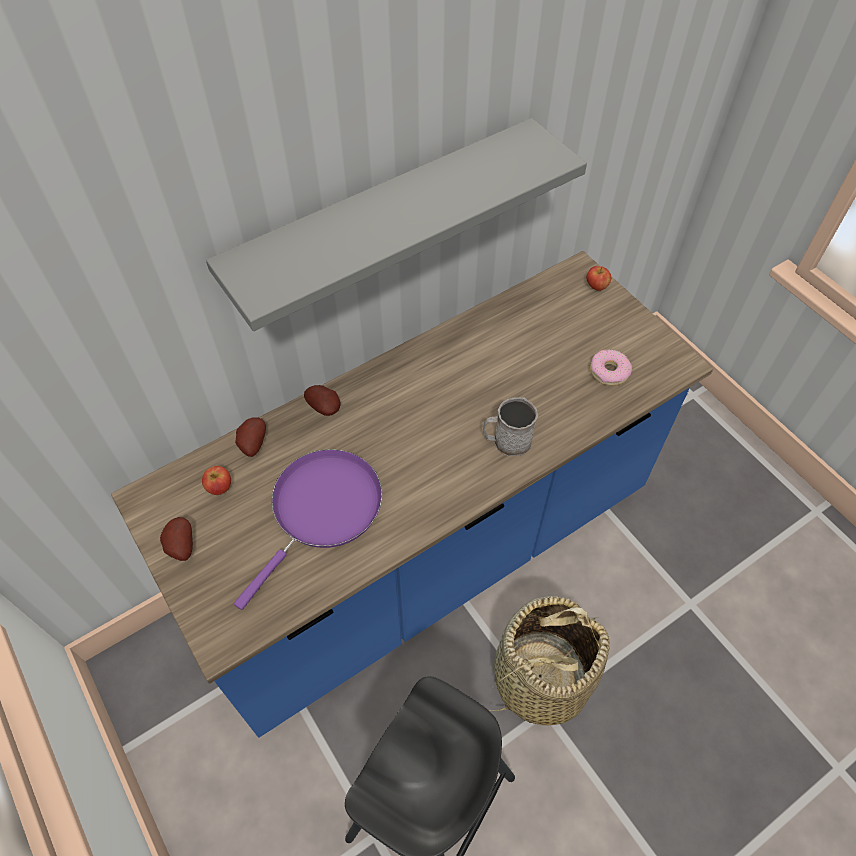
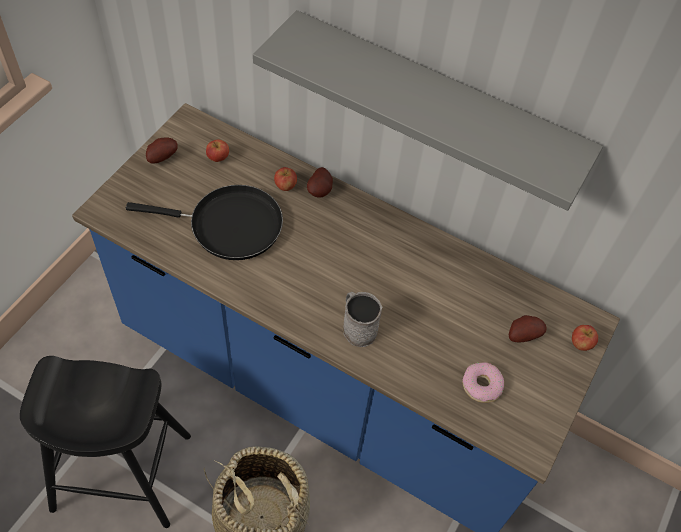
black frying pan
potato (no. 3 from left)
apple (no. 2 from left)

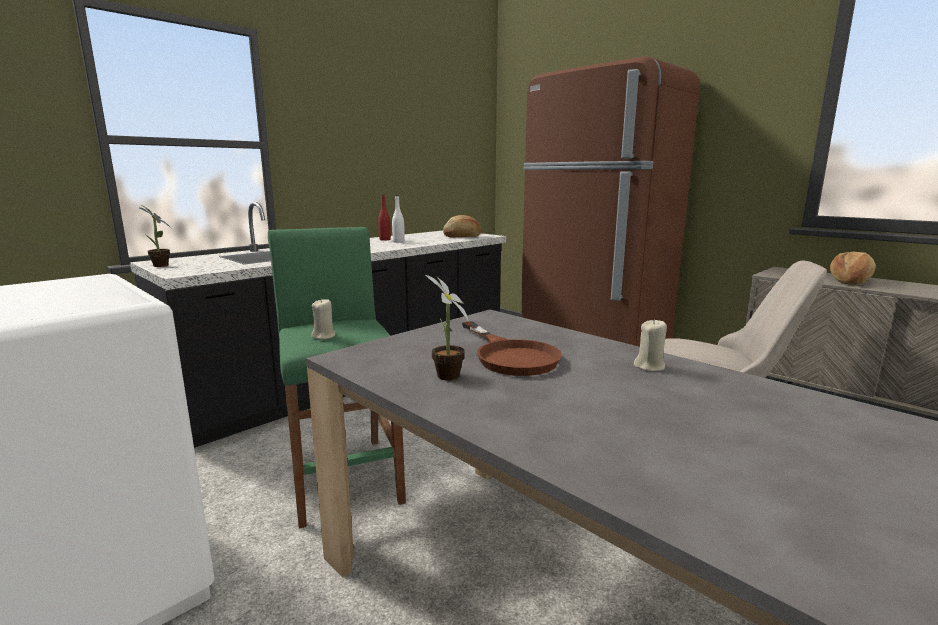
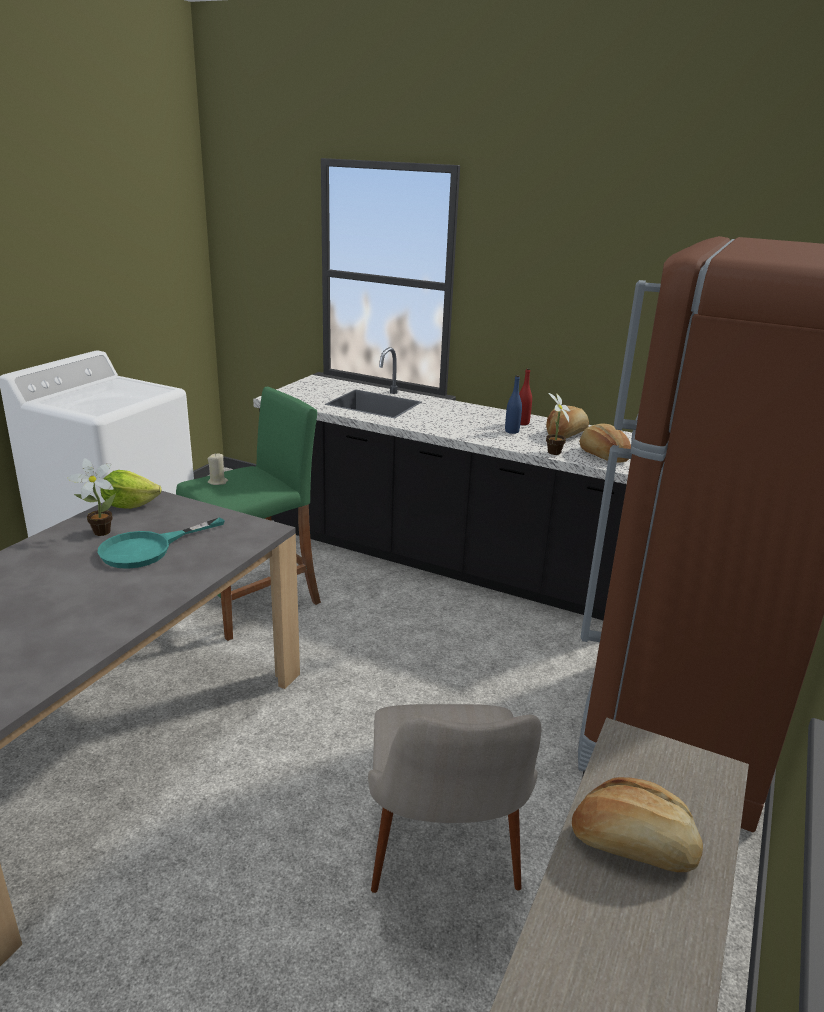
potted plant (no. 2 from left)
blue bottle
turquoise frying pan
beige candle (no. 2 from left in the first image)
lettuce
bread (no. 1 from left)

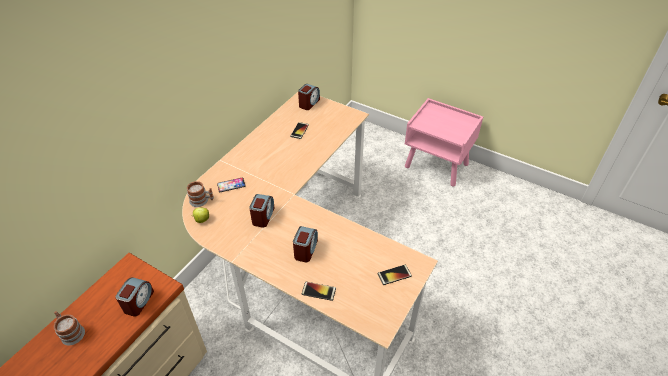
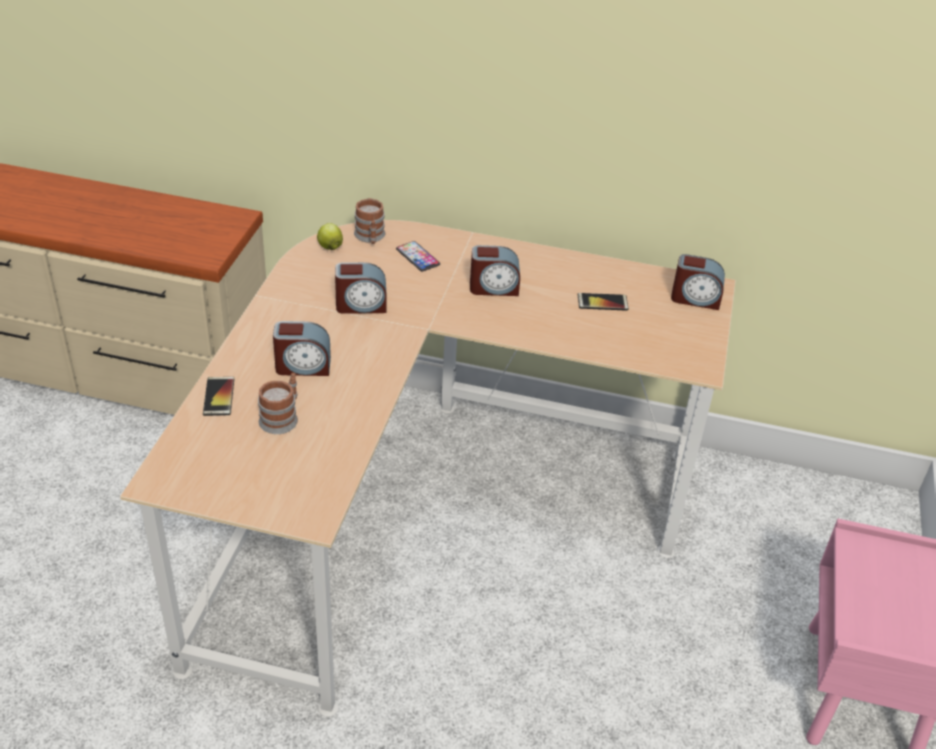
mug (no. 1 from left)
alarm clock (no. 3 from left)
phone (no. 4 from left in the first image)

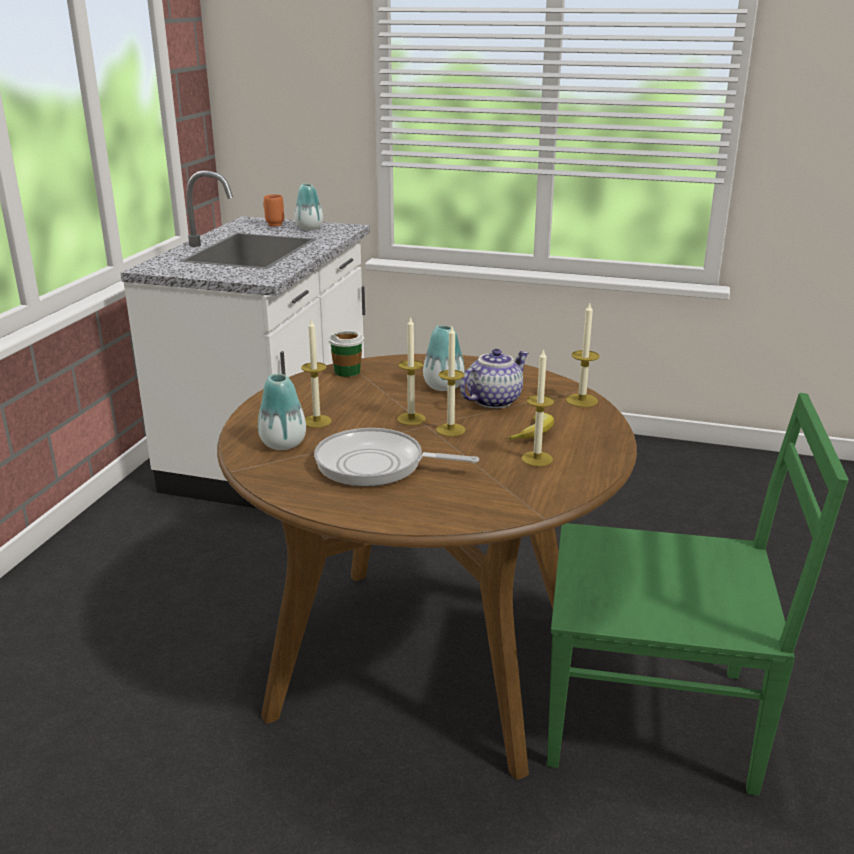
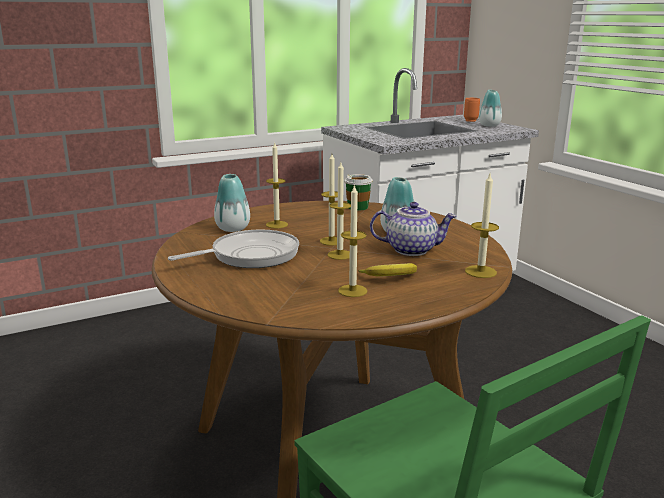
frying pan

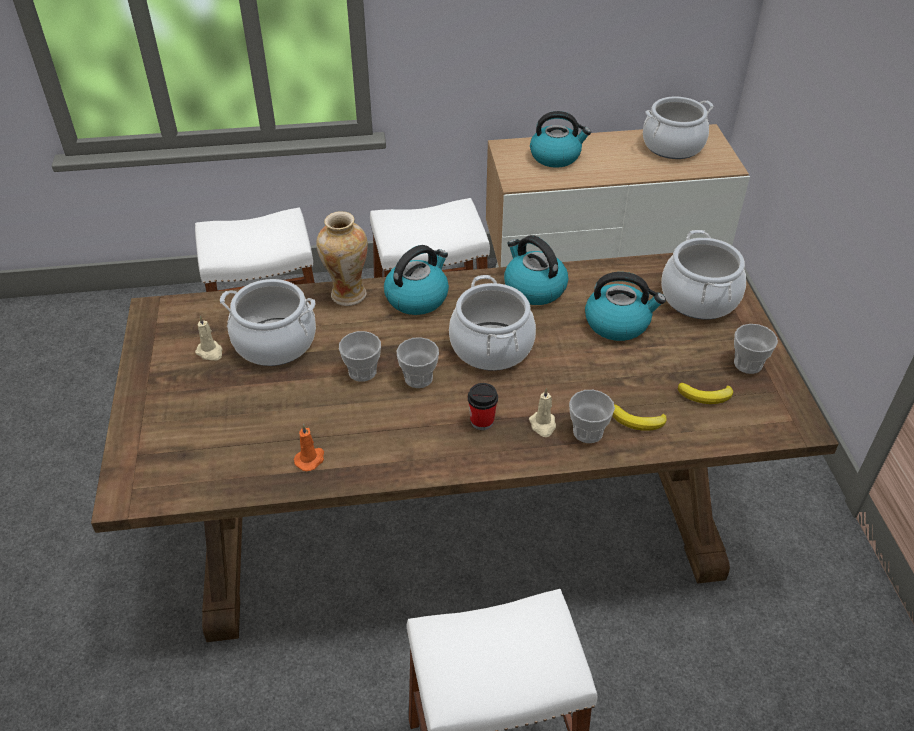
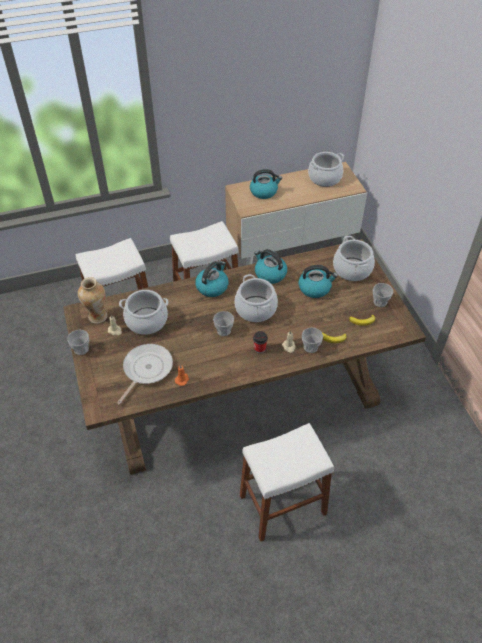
vase
cup (no. 1 from left)
frying pan

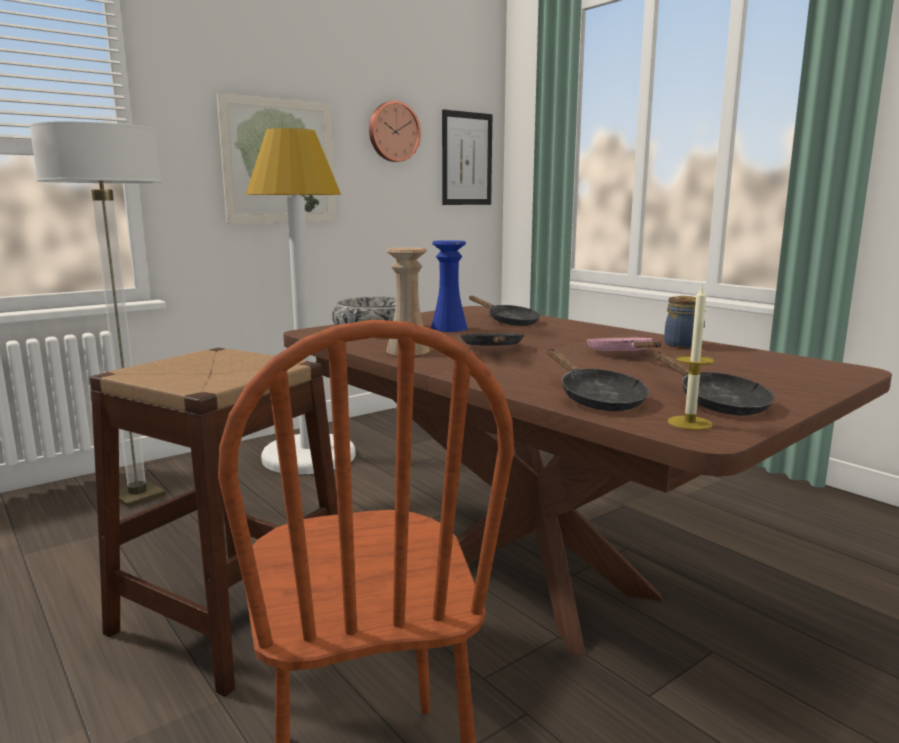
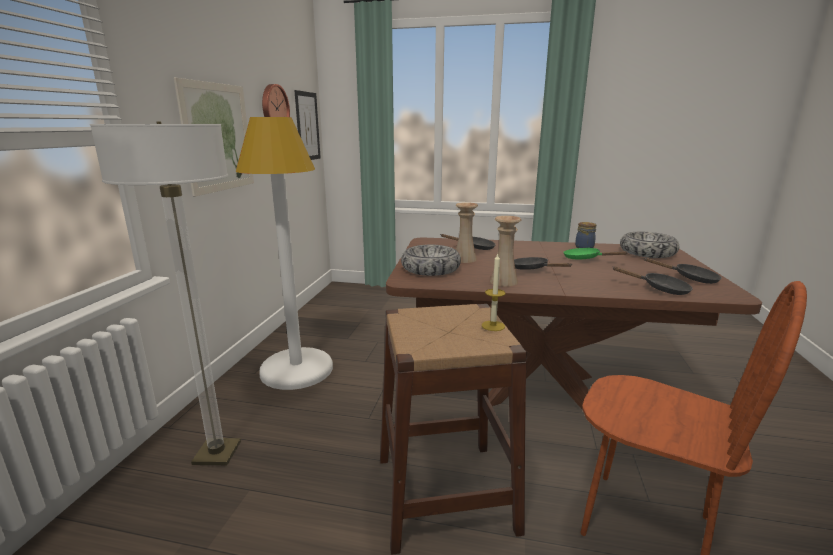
beige vase (no. 1 from left)
green frying pan
candle
bowl (no. 2 from left)

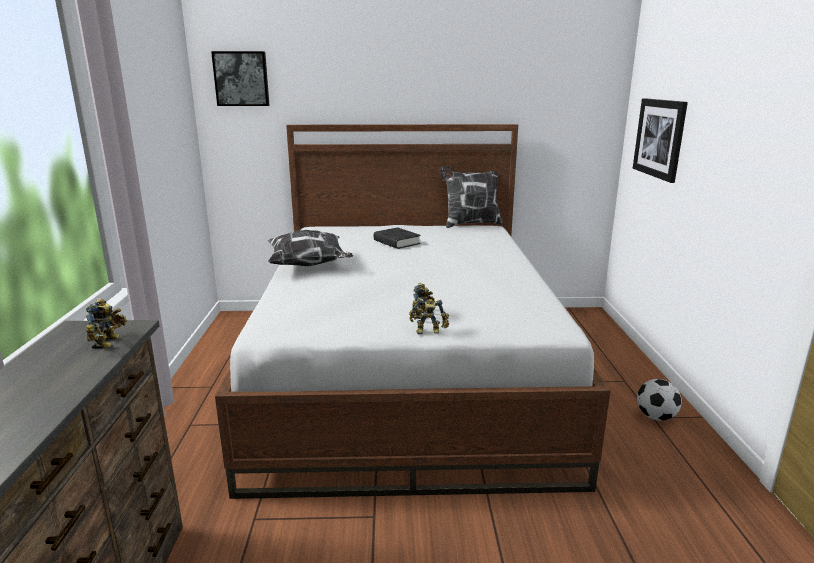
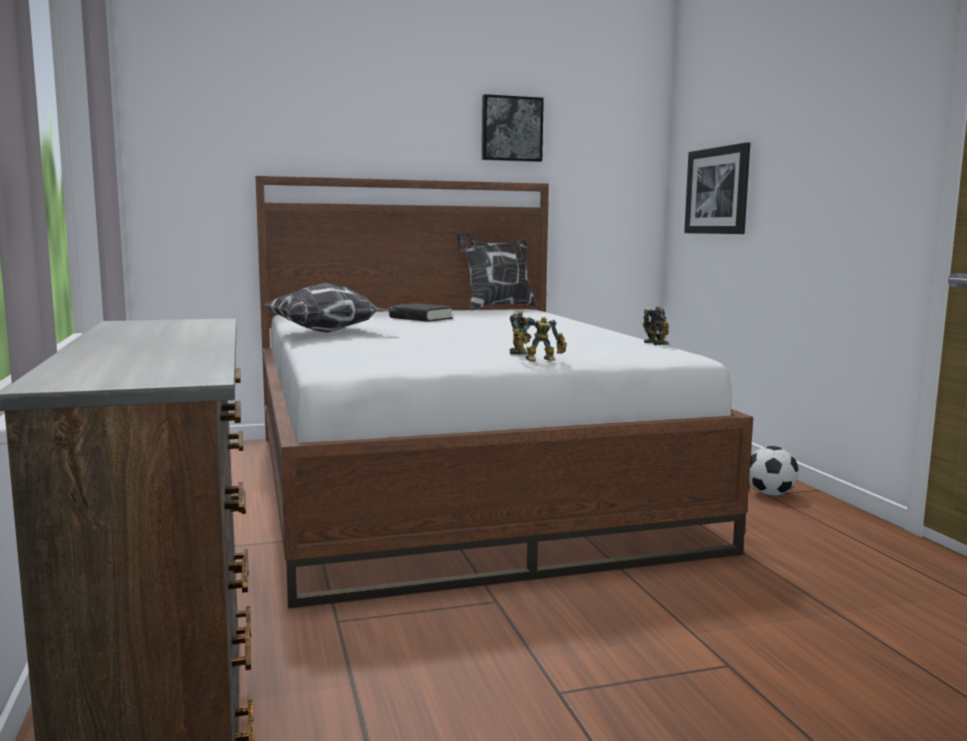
toy robot (no. 3 from left)
picture (no. 1 from left)

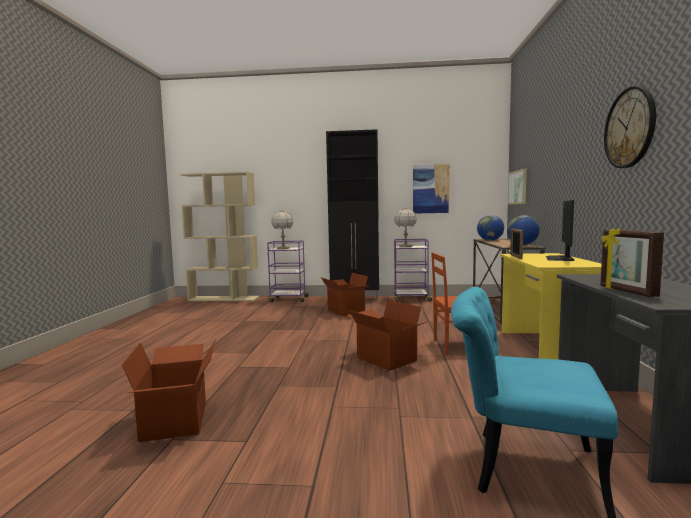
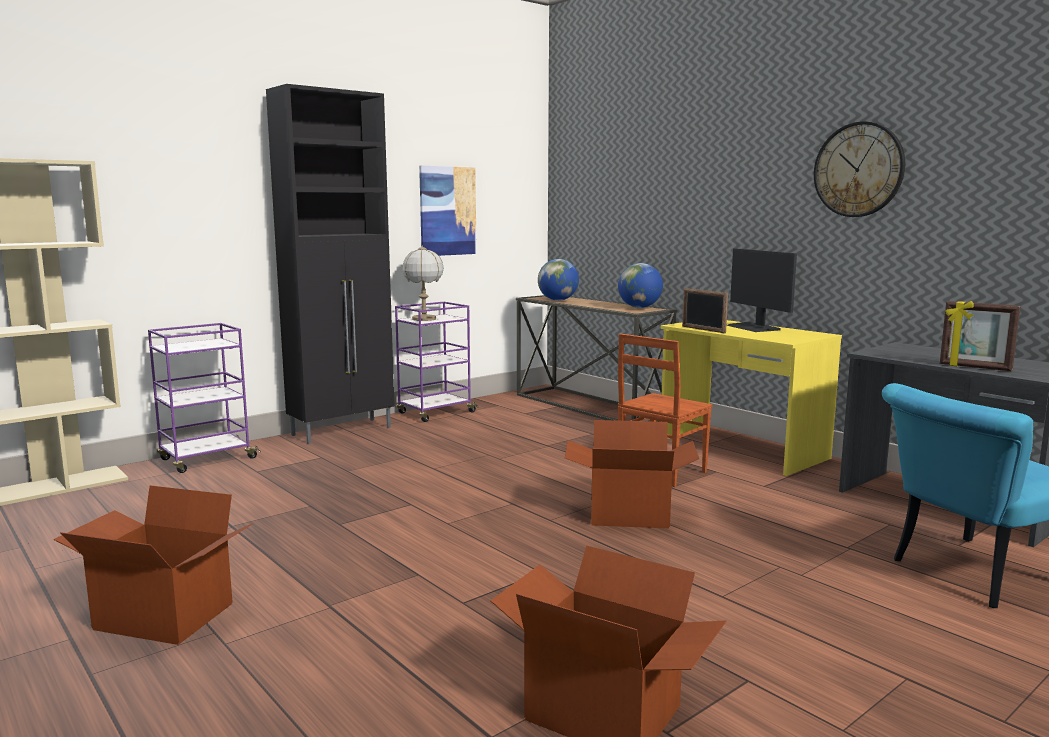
table lamp (no. 1 from left in the first image)
cardboard box (no. 1 from left)
picture (no. 2 from left in the first image)

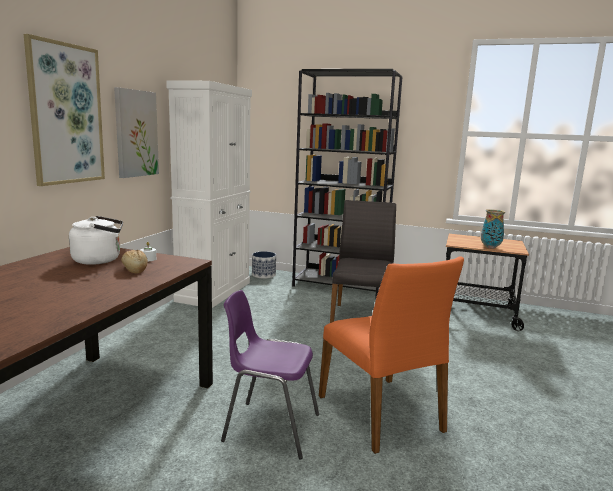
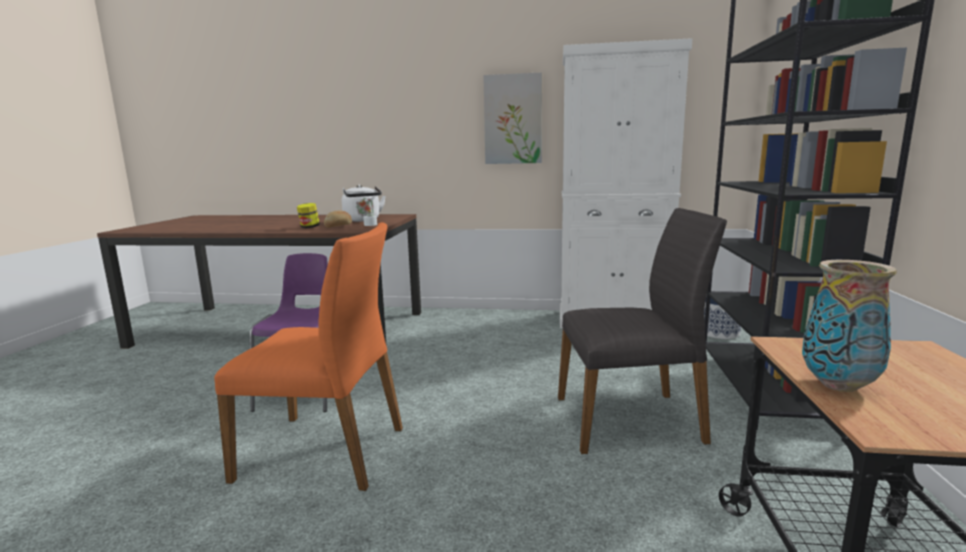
picture (no. 1 from left in the first image)
orange chair
jar

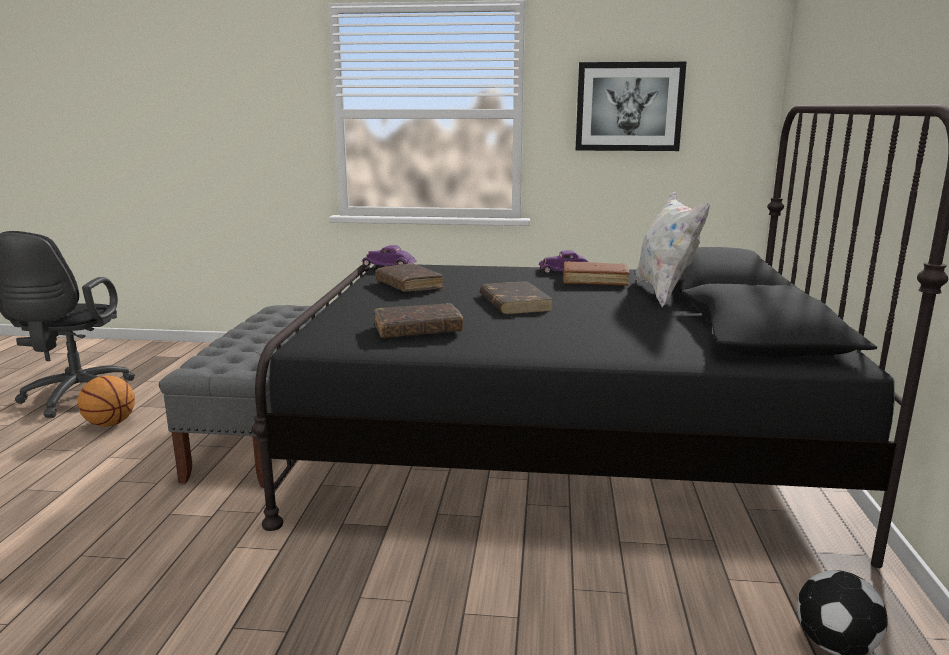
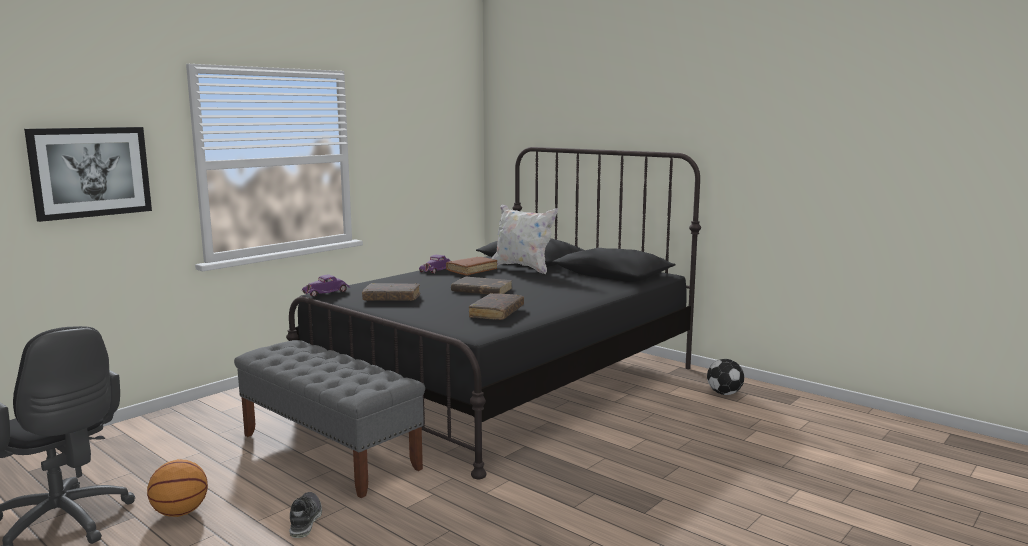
picture
shoe

